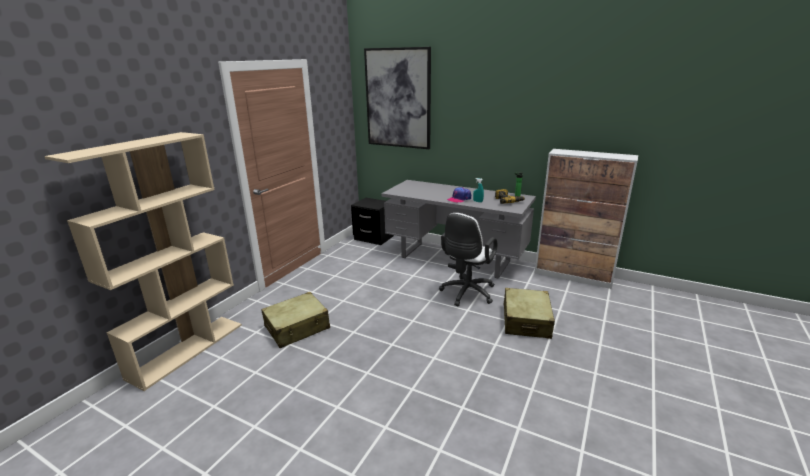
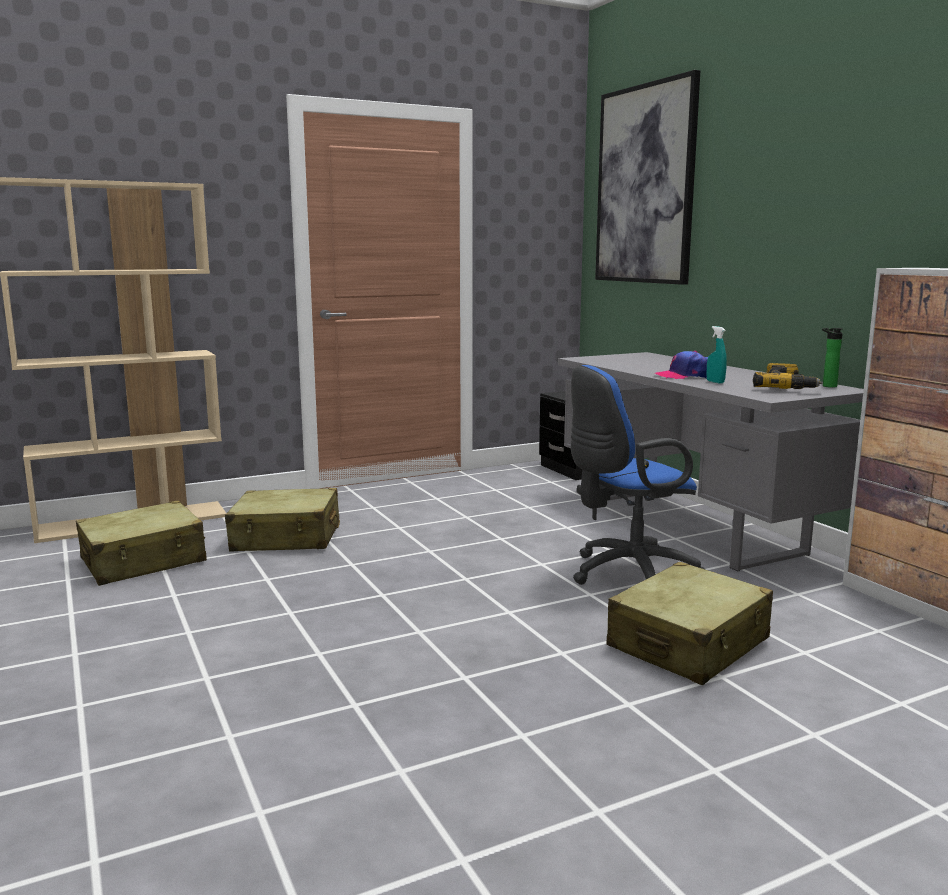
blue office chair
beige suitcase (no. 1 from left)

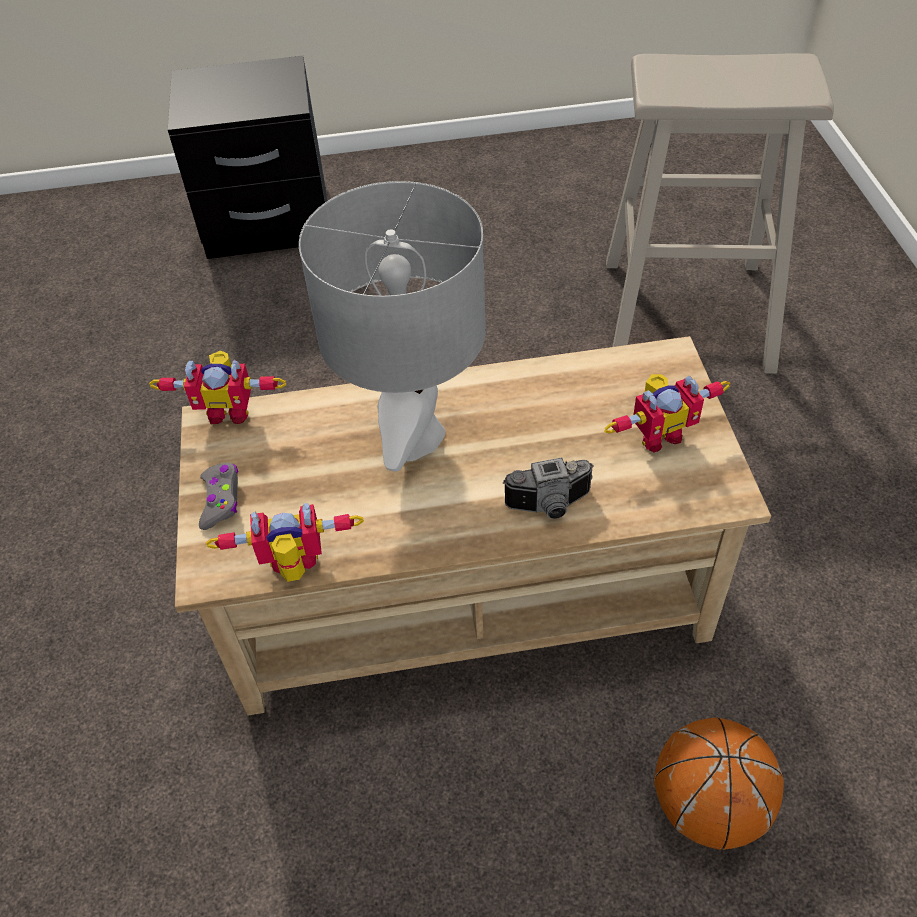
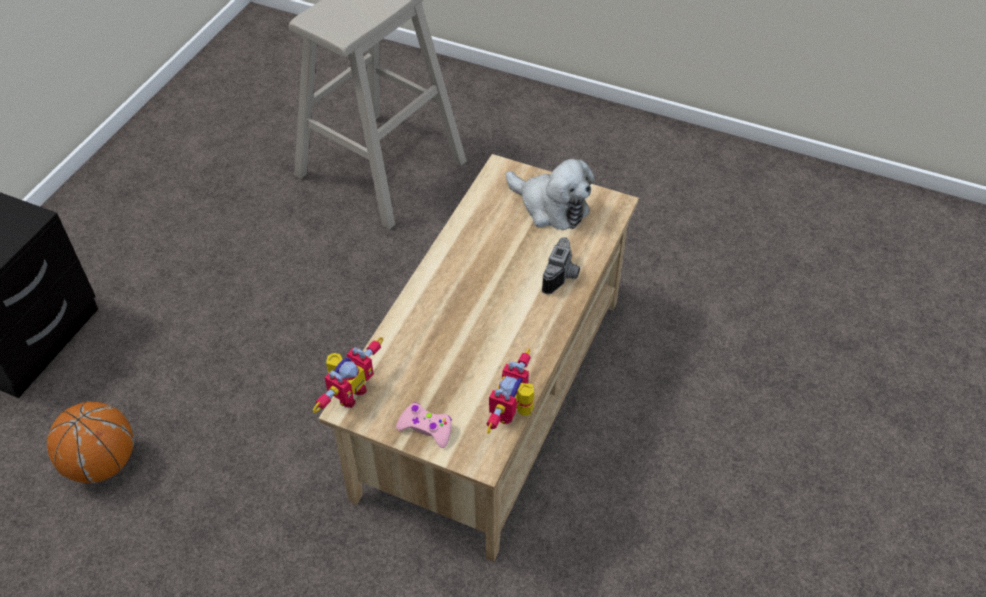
pink game controller
grey table lamp
plush toy
basketball

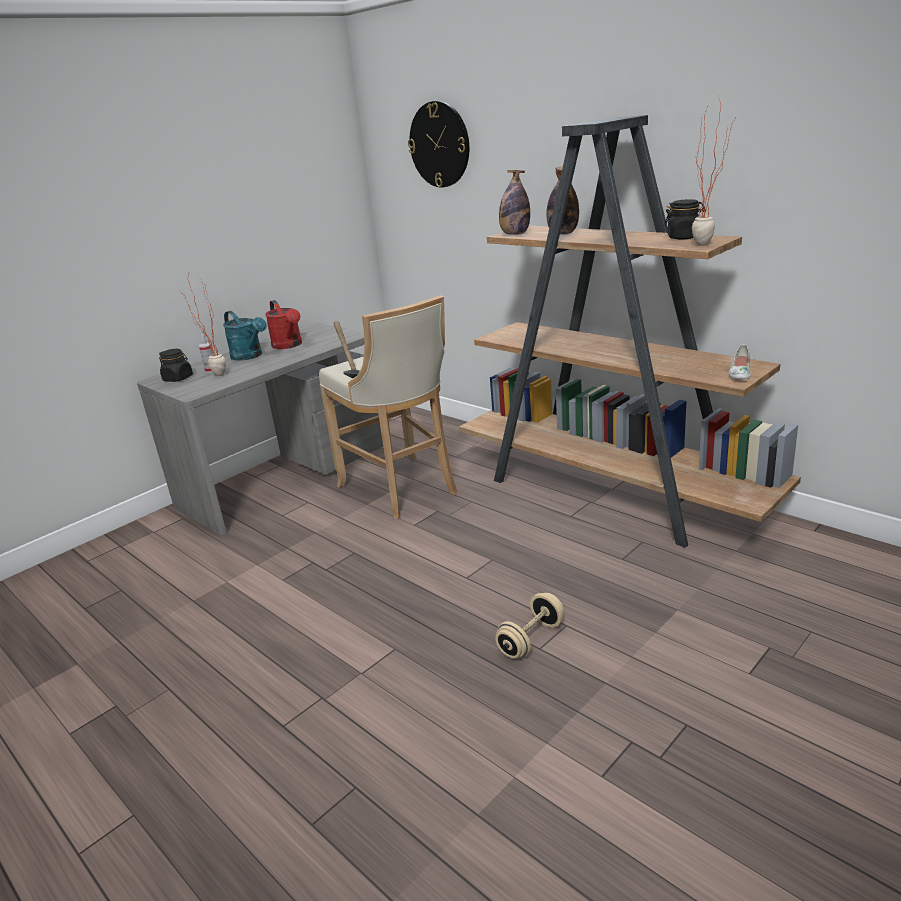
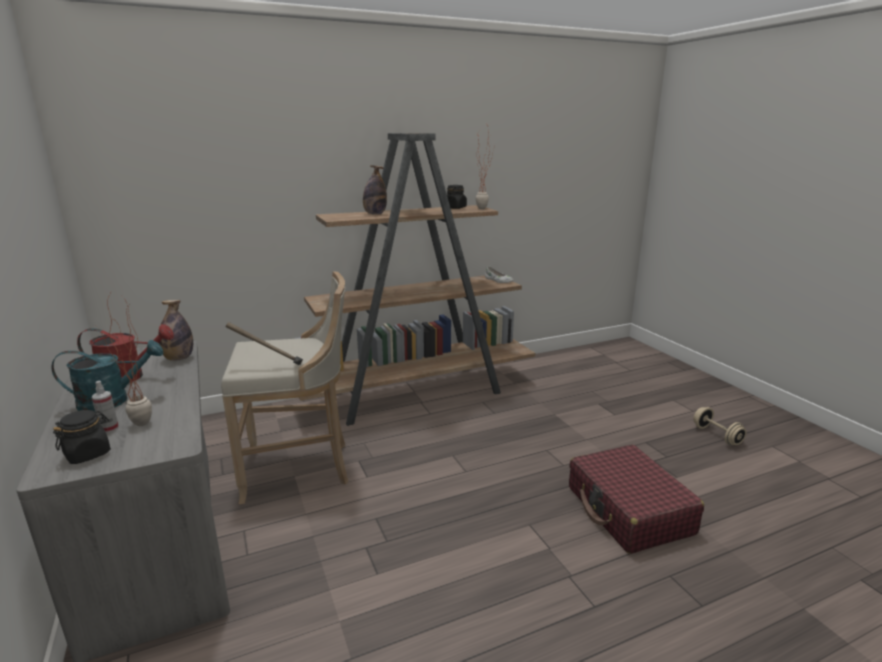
wall clock
beige dumbbell
bottle (no. 1 from left)
red suitcase

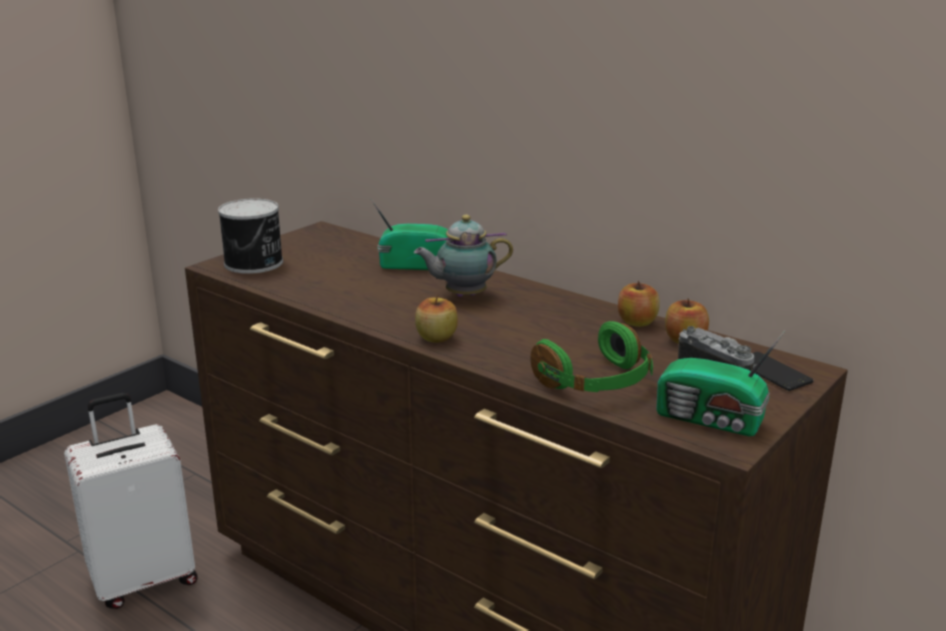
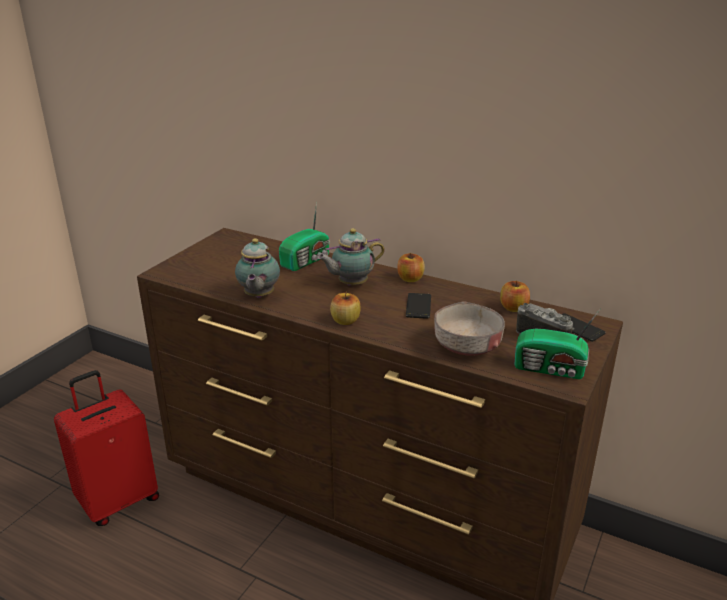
red suitcase
can
radio (no. 1 from left)
grey bowl
apple (no. 2 from left)
teapot (no. 1 from left)
phone (no. 1 from left)

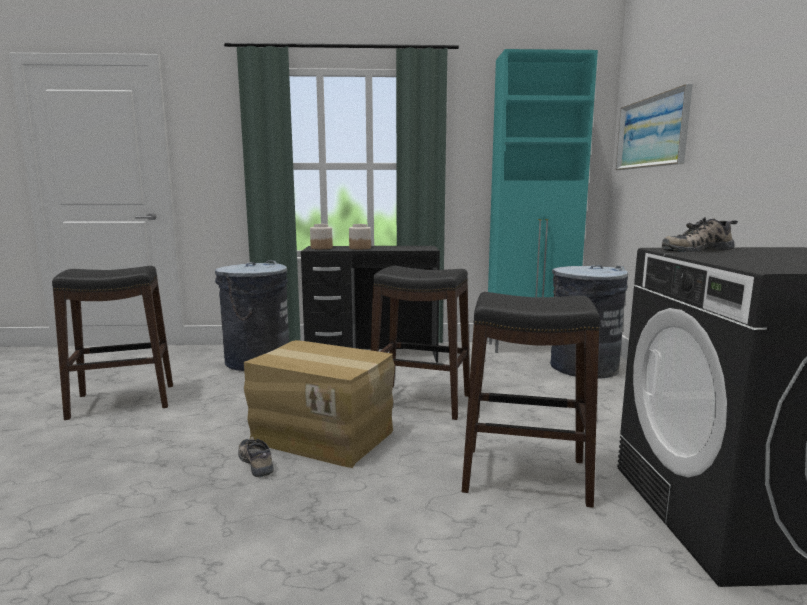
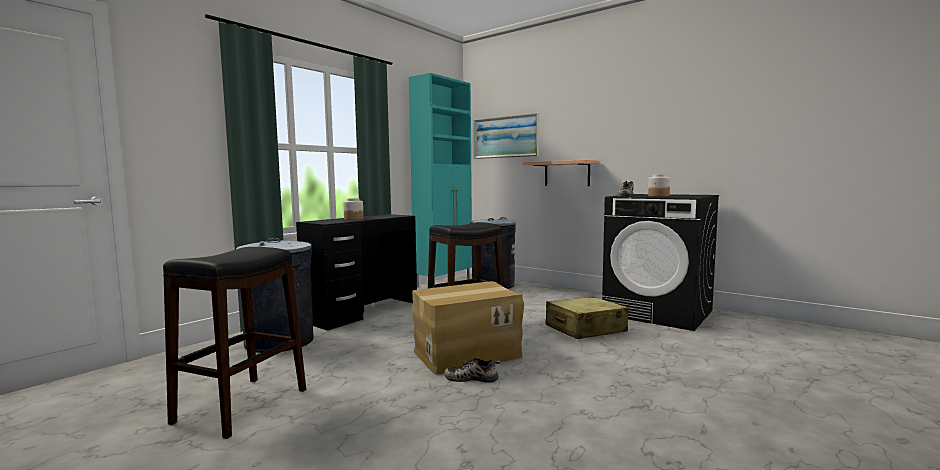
jar (no. 2 from left)
beige suitcase
shelf

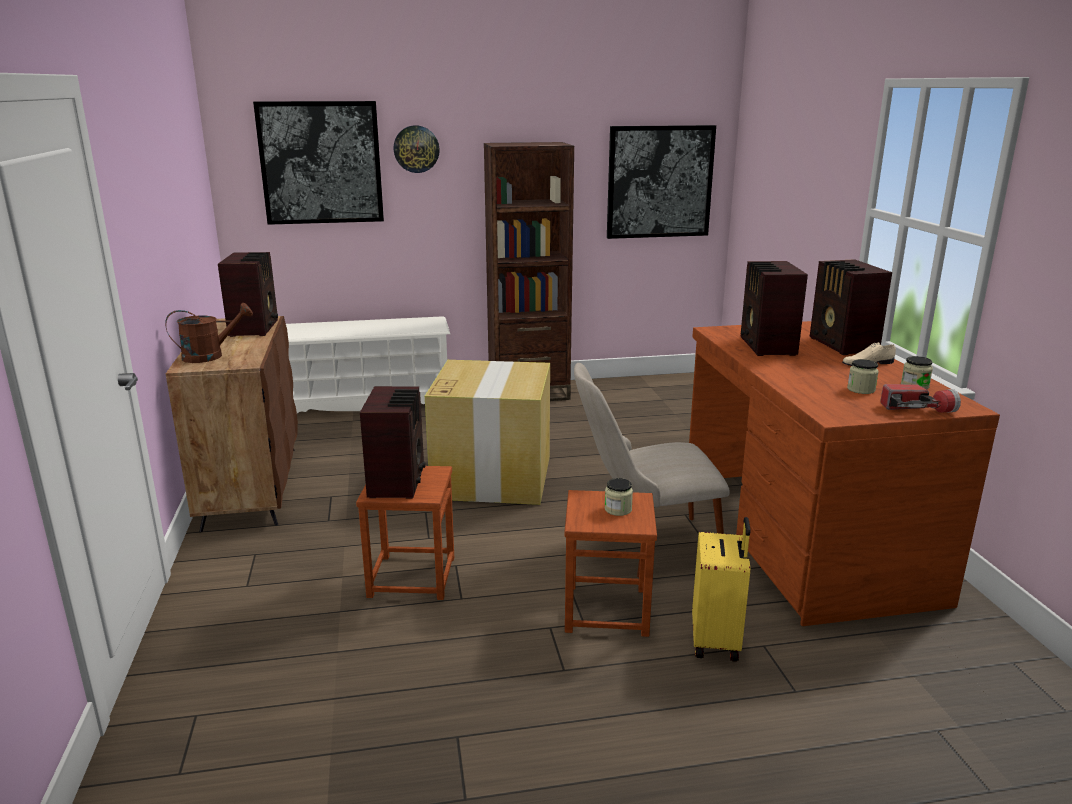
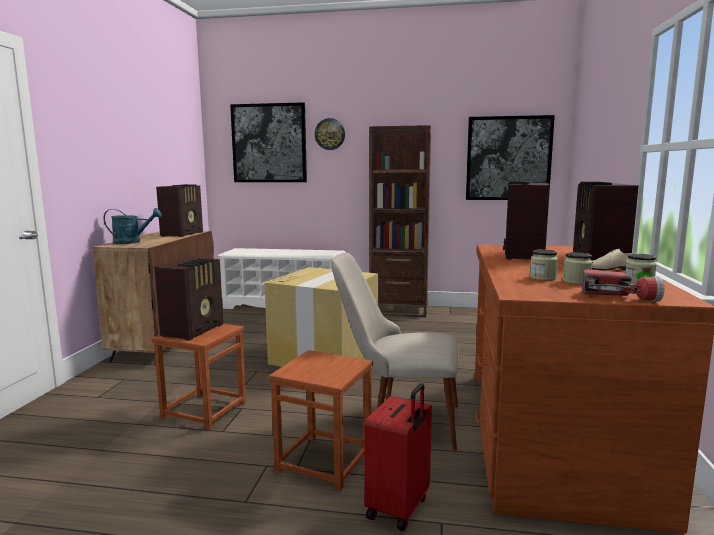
turquoise watering can
jar (no. 1 from left)
red suitcase

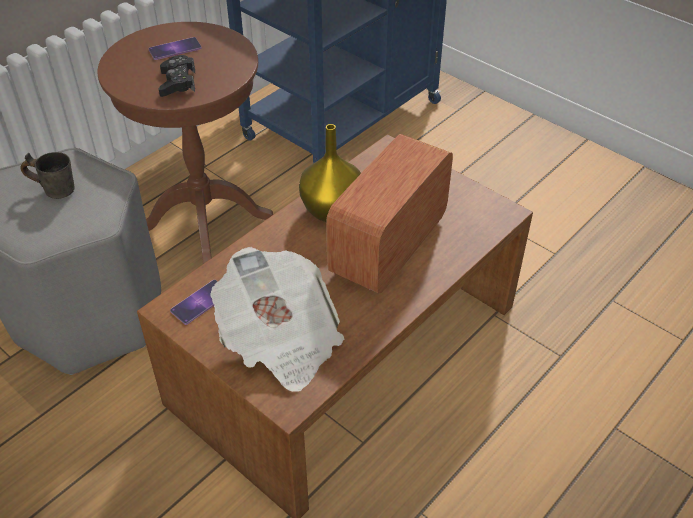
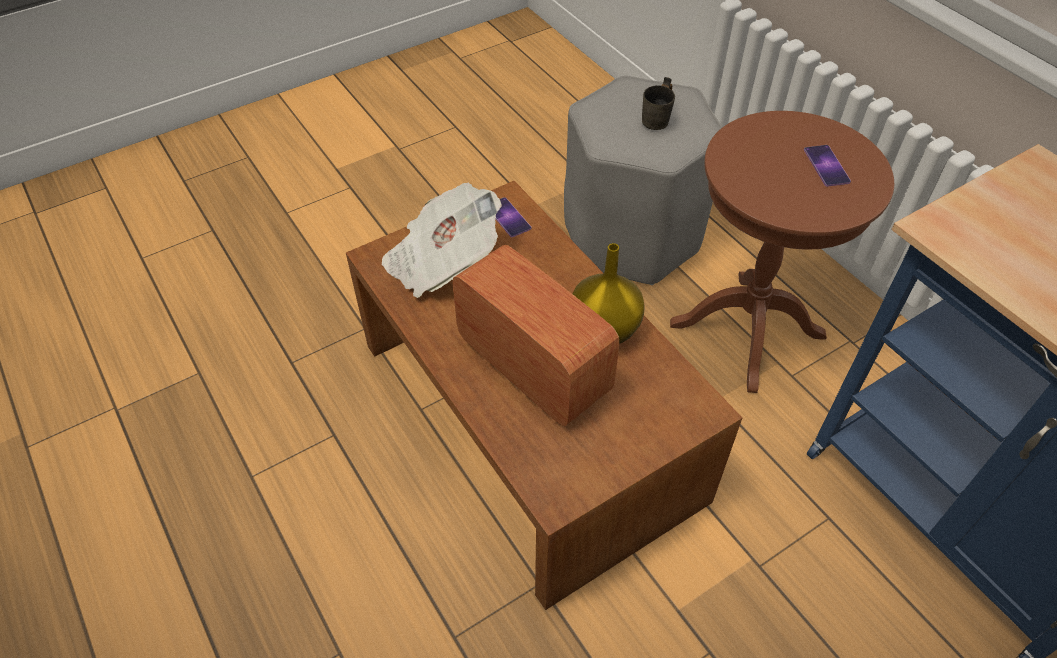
black game controller

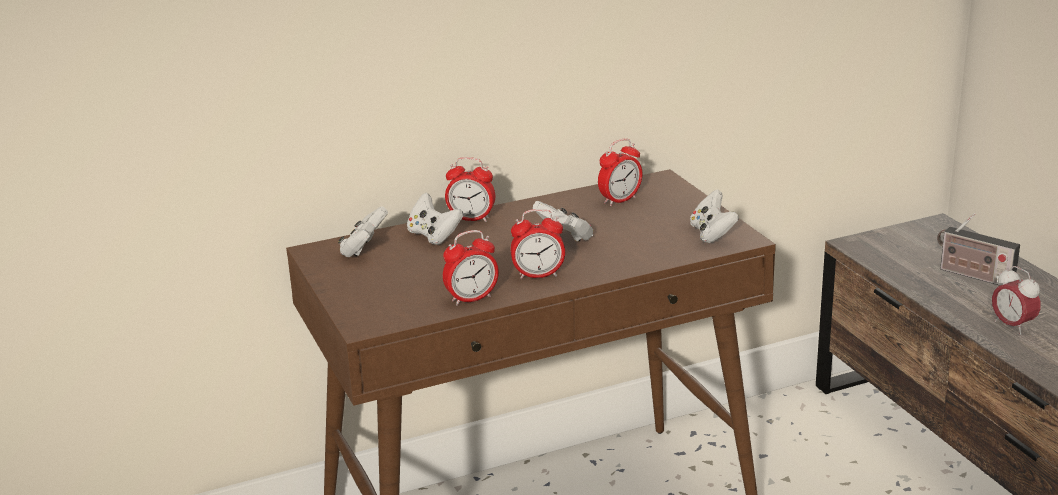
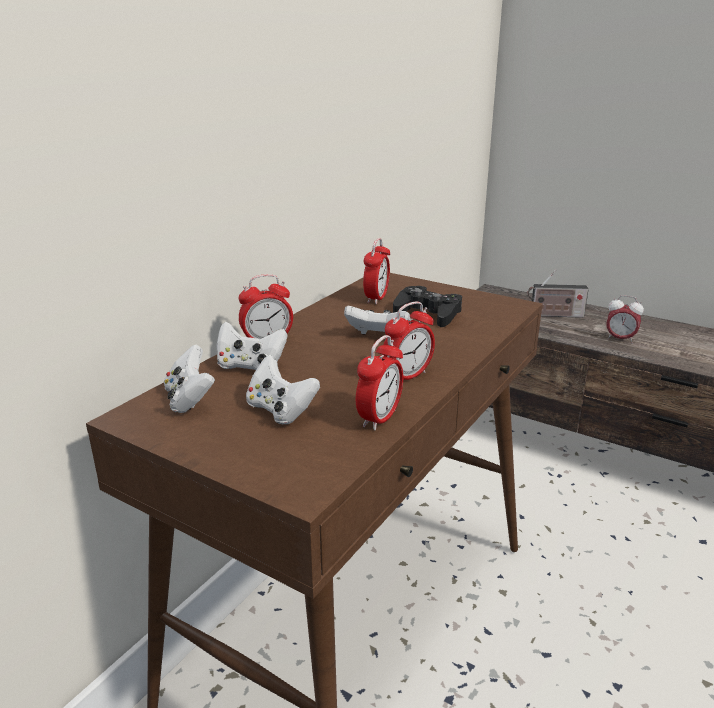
white game controller (no. 3 from left)
black game controller

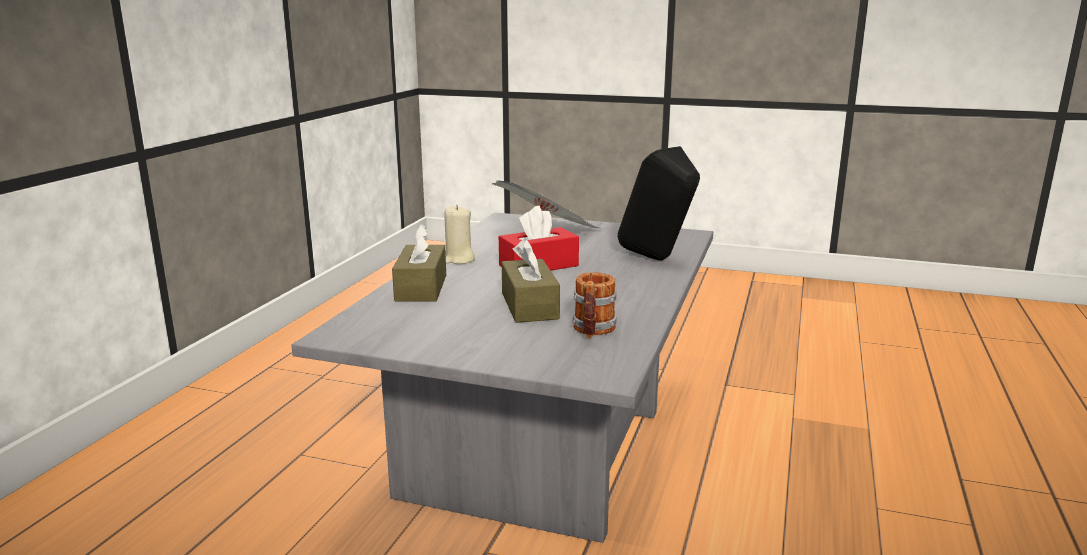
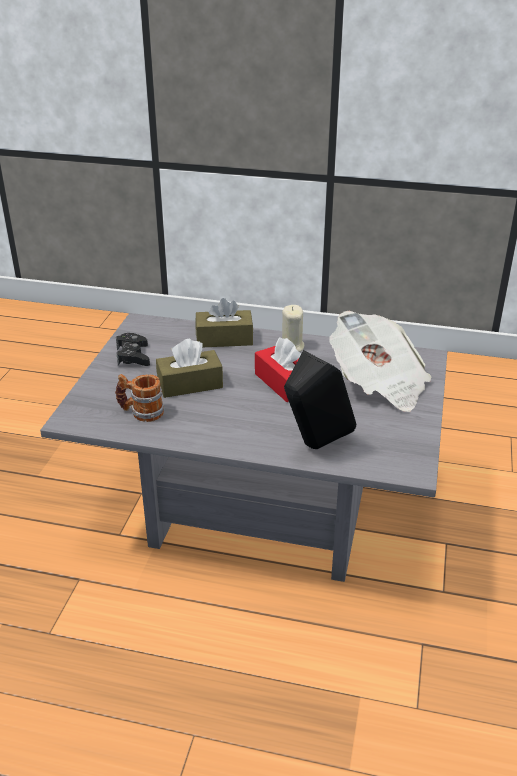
black game controller

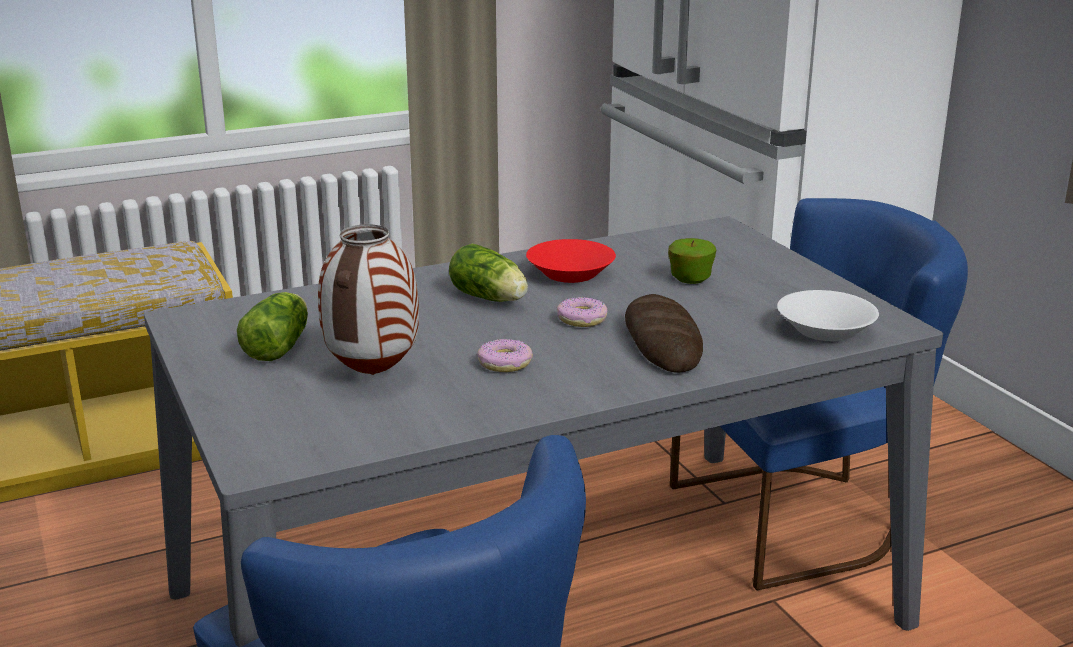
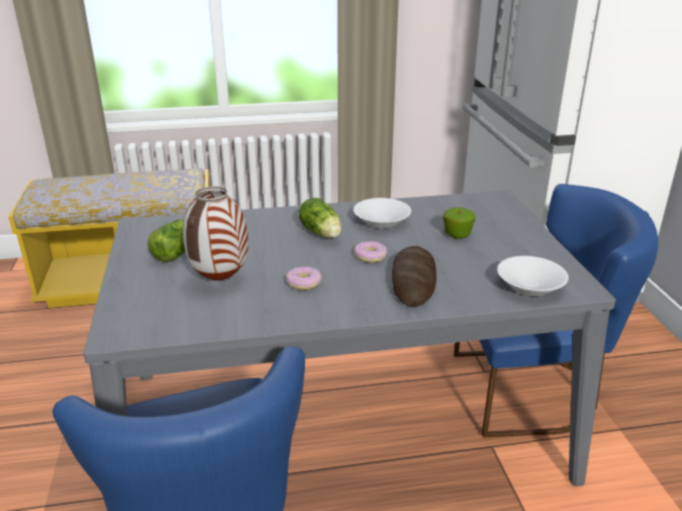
white bowl (no. 1 from left)

